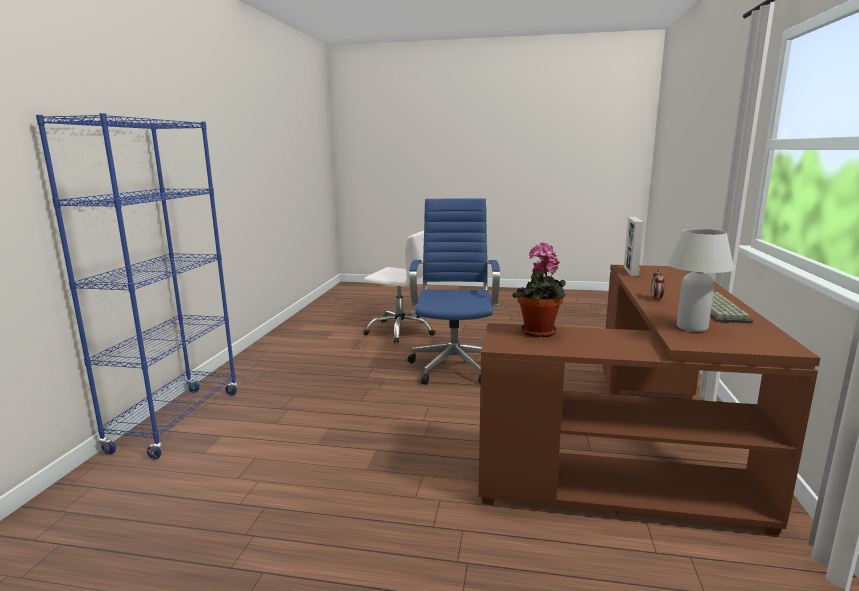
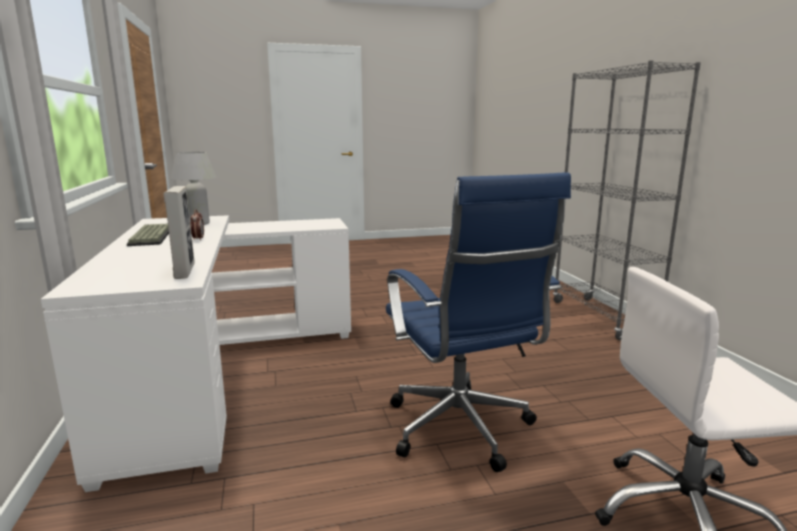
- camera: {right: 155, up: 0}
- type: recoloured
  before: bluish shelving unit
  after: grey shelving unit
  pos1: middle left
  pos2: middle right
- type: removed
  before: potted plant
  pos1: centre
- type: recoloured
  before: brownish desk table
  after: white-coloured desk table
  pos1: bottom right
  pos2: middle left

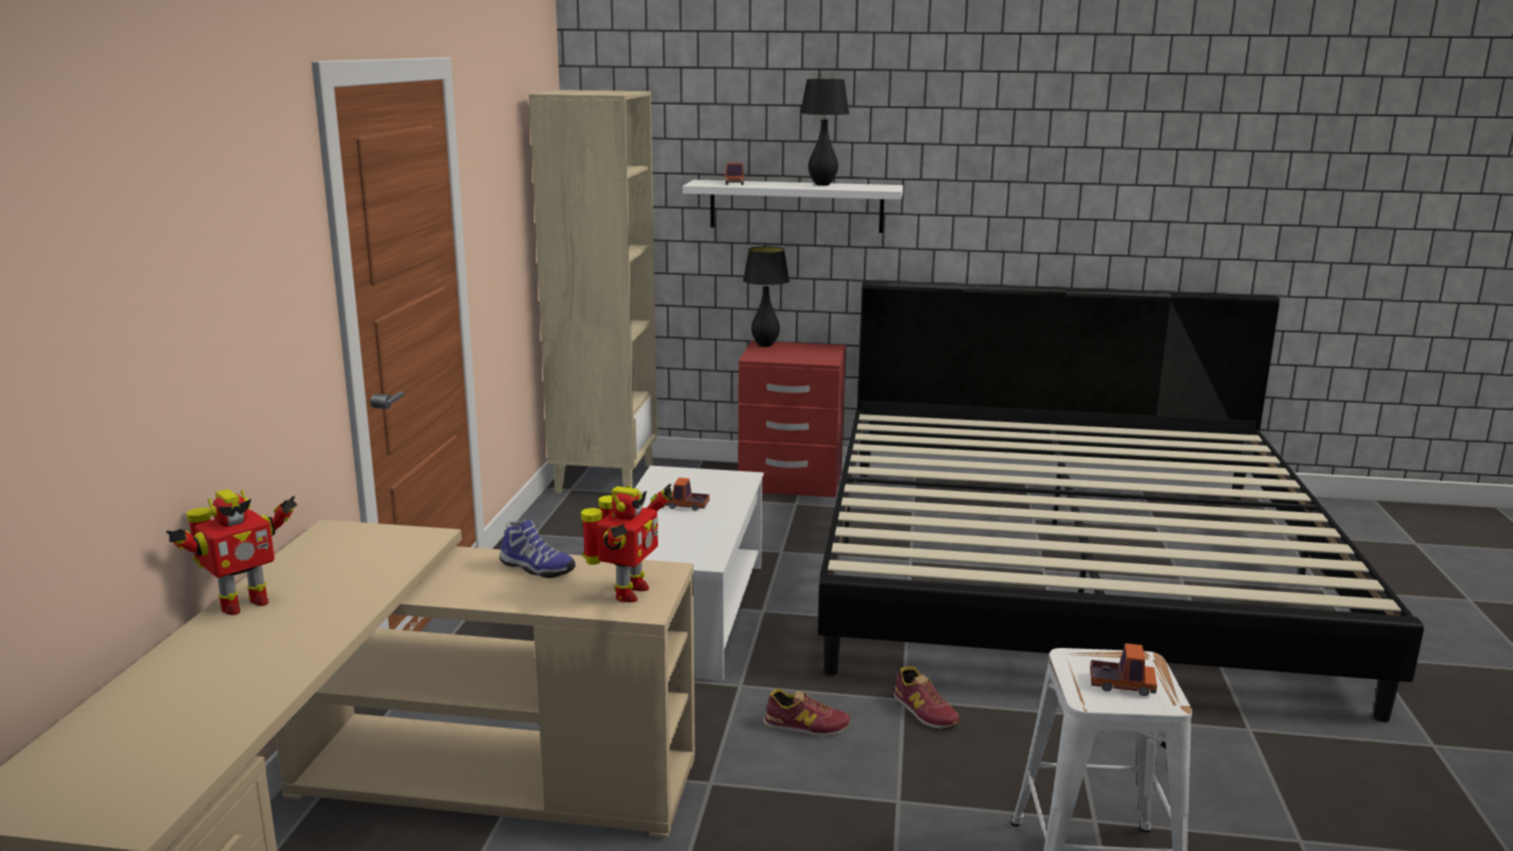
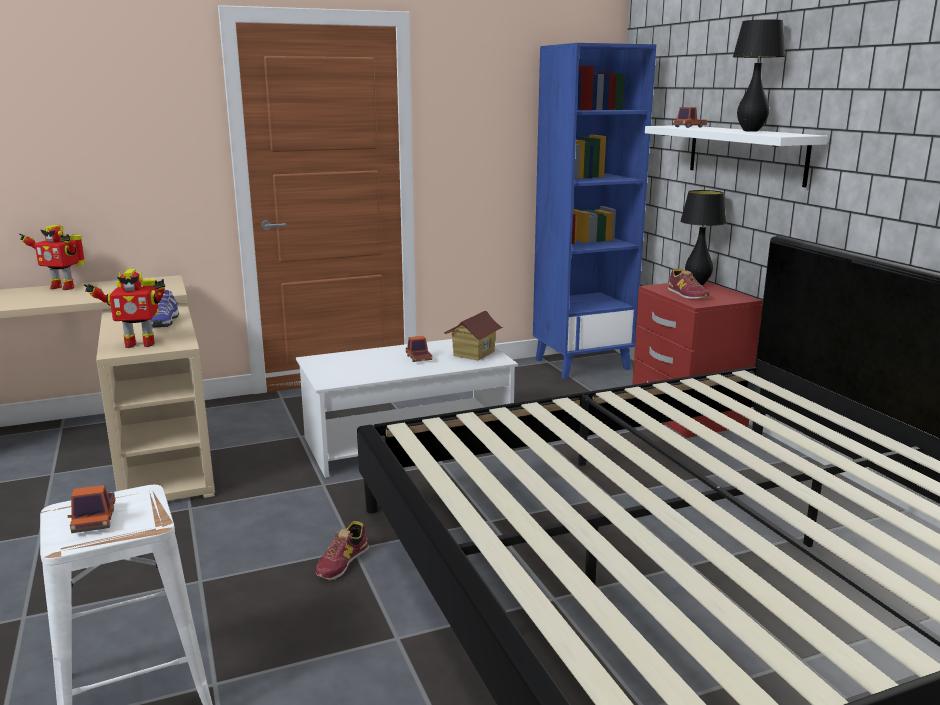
- camera: {right: 60, up: 0}
- type: recoloured
  before: sand-coloured shelving unit
  after: bluish shelving unit
  pos1: centre
  pos2: top centre
- type: moved
  before: shoe (2nd from left in the first image)
  after: shoe (3rd from left)
  pos1: bottom centre
  pos2: middle right
- type: added
  after: miniature house
  pos2: centre

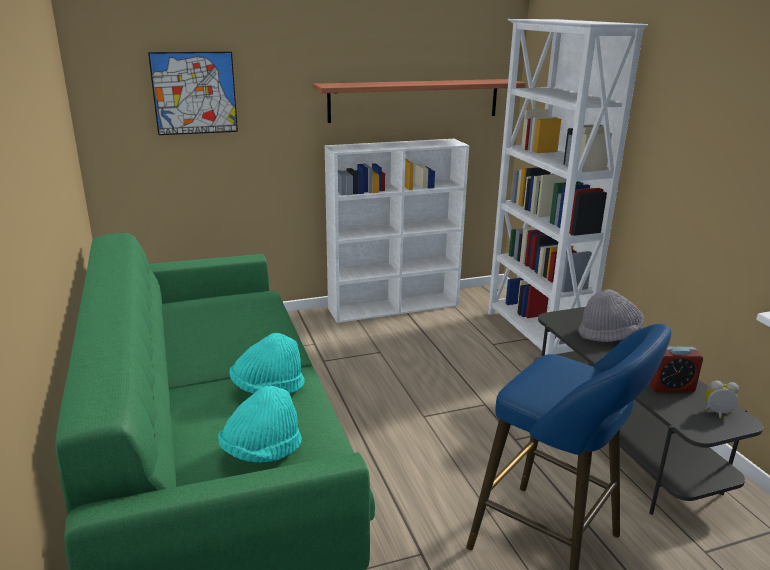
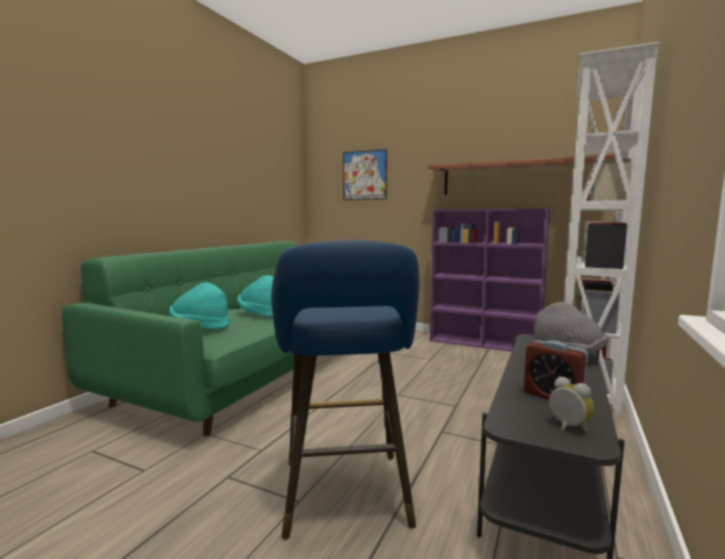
- camera: {right: 45, up: -15}
- type: recoloured
  before: white-coloured shelving unit (1st from left)
  after: purple-coloured shelving unit
  pos1: centre
  pos2: middle right

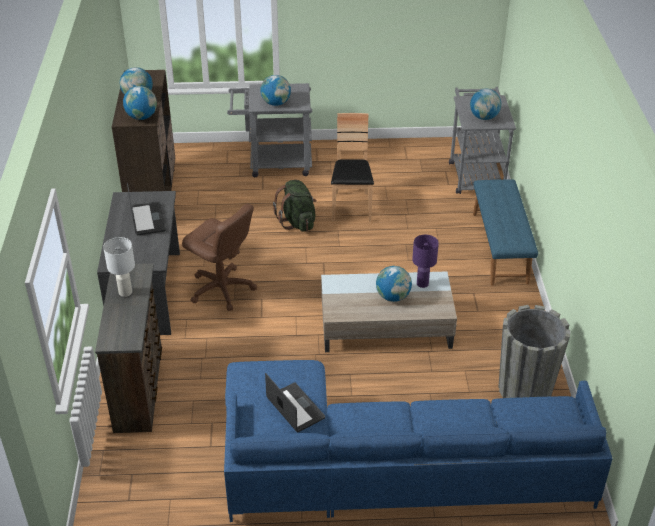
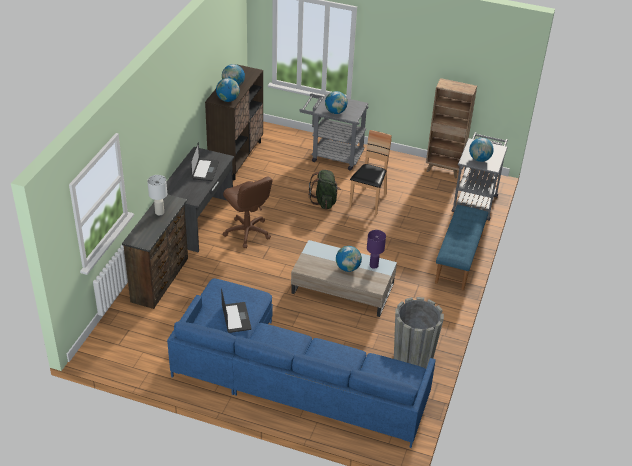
- camera: {right: 20, up: 0}
- type: added
  after: brownish shelving unit
  pos2: top right

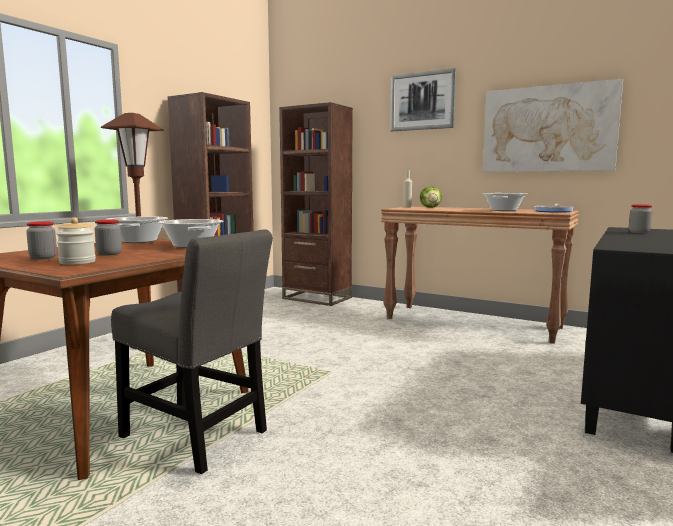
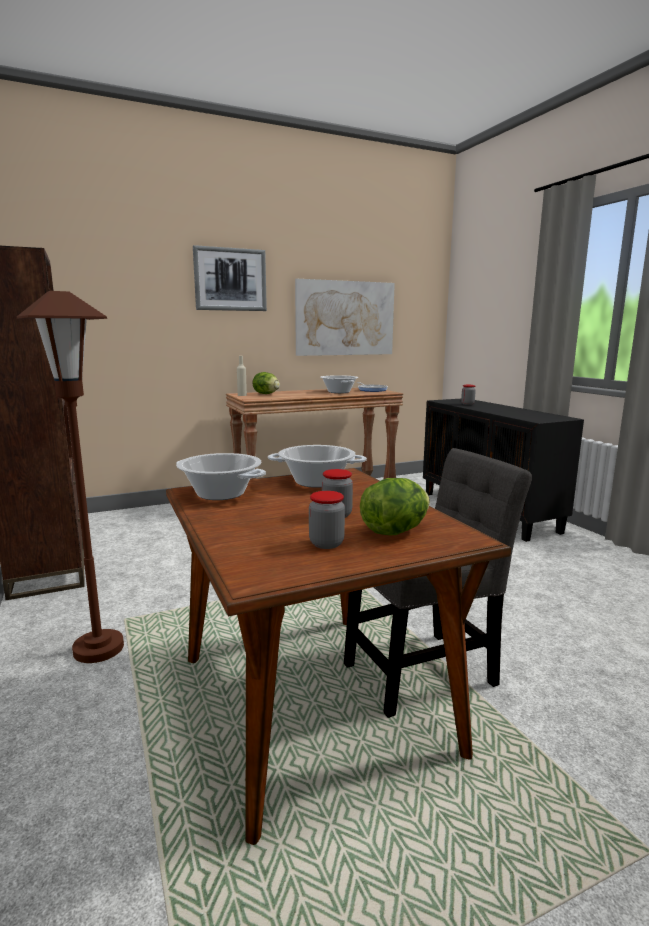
- camera: {right: -55, up: 5}
- type: removed
  before: brownish shelving unit (2nd from left)
  pos1: centre
- type: replaced
  before: jar (2nd from left)
  after: lettuce head (2nd from left)
  pos1: middle left
  pos2: centre

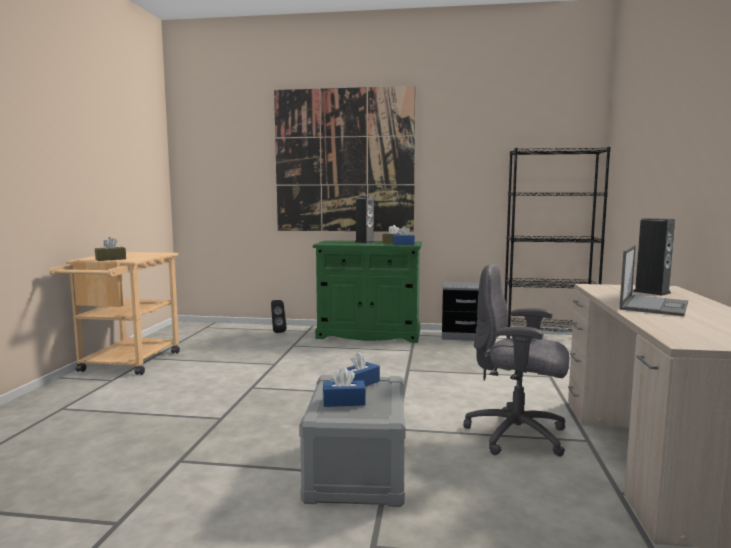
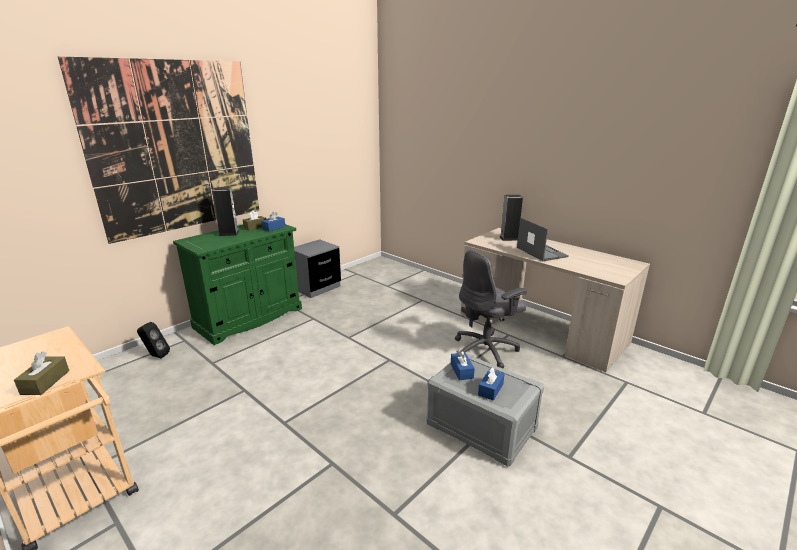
- camera: {right: -55, up: 15}
- type: removed
  before: black-coloured shelving unit
  pos1: middle right

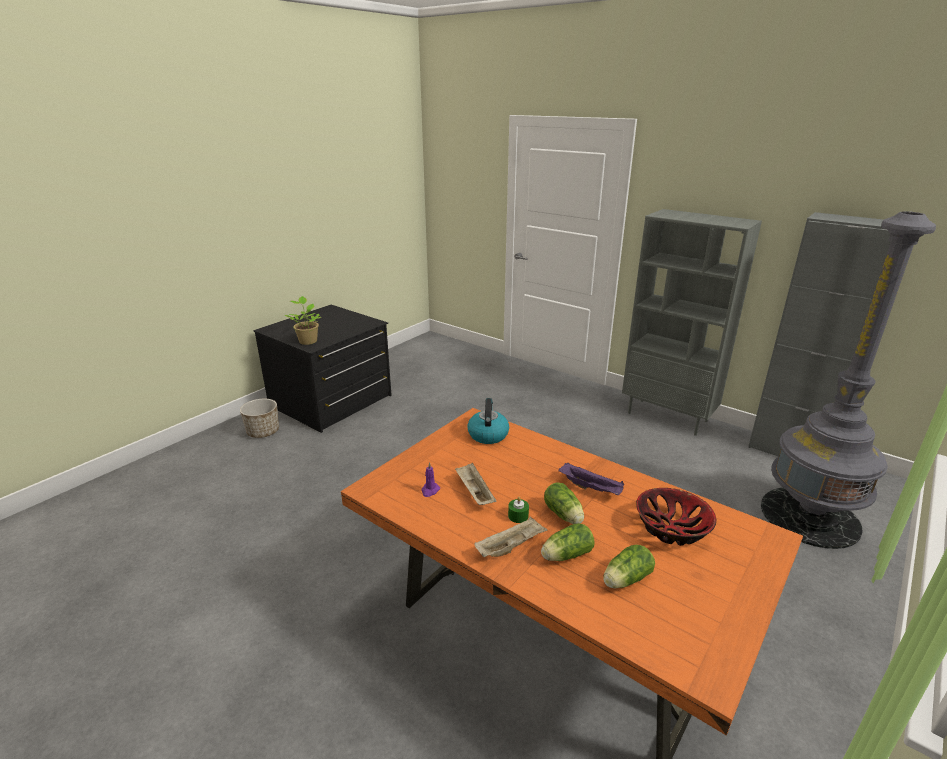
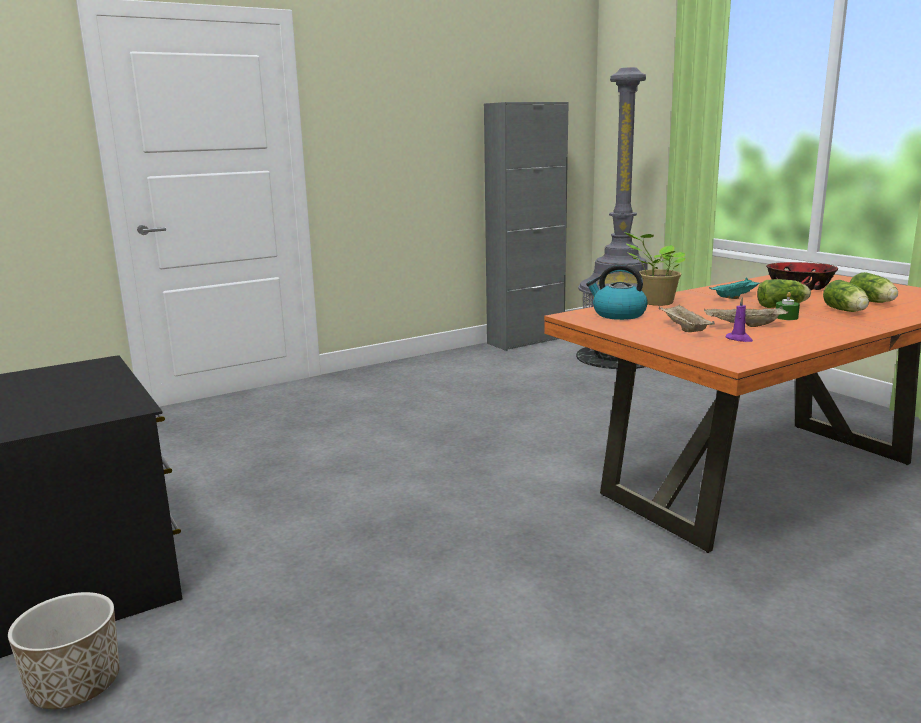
- camera: {right: -70, up: -10}
- type: removed
  before: grey shelving unit
  pos1: middle right
- type: moved
  before: potted plant
  pos1: middle left
  pos2: middle right
- type: recoloured
  before: purple-coloured carrying tray
  after: turquoise-coloured carrying tray
  pos1: centre
  pos2: middle right
- type: moved
  before: sand-coloured carrying tray (2nd from left in the first image)
  after: sand-coloured carrying tray (1st from left)
  pos1: bottom centre
  pos2: middle right

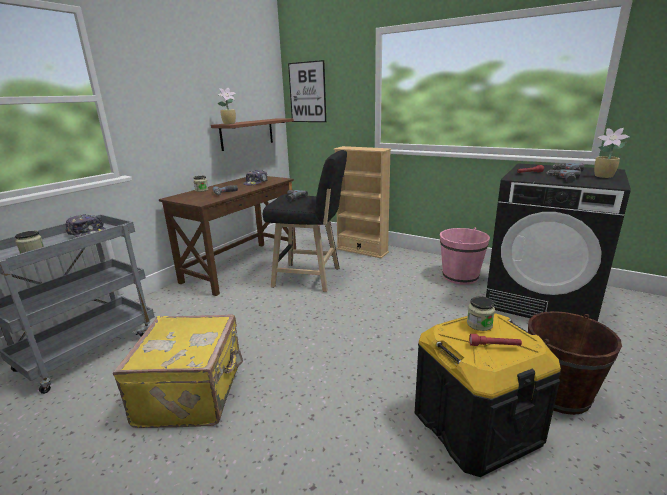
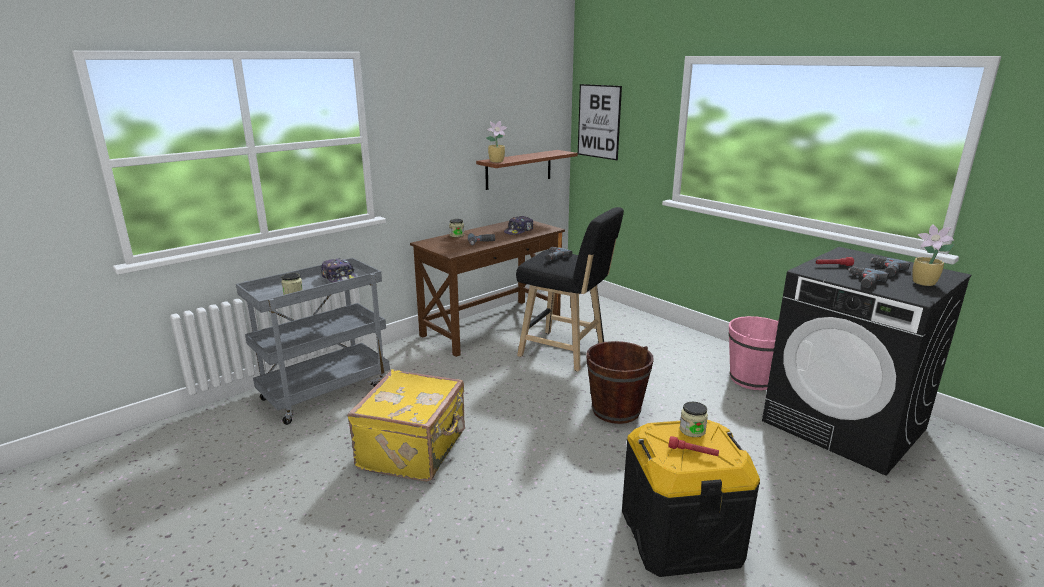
- camera: {right: 15, up: 0}
- type: removed
  before: sand-coloured shelving unit
  pos1: centre
- type: moved
  before: brownish pail
  pos1: bottom right
  pos2: centre

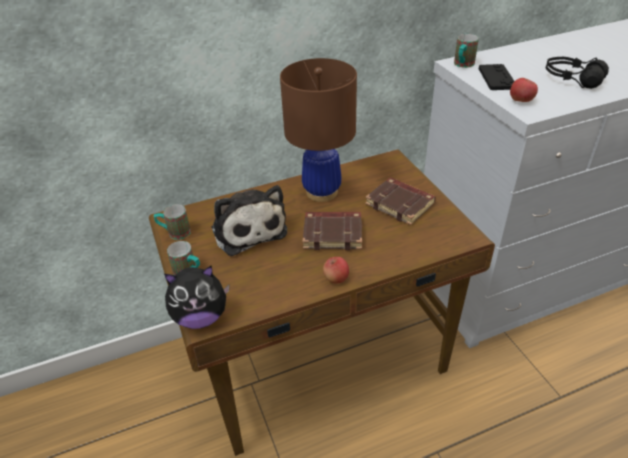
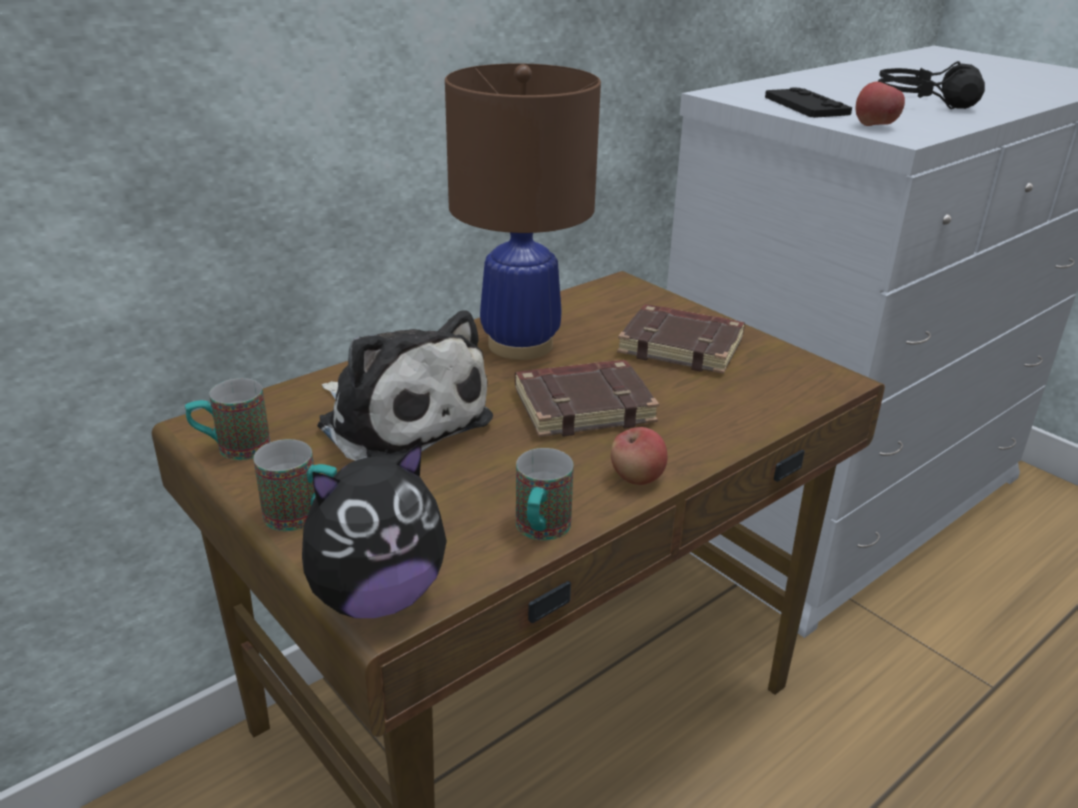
- camera: {right: -20, up: -10}
- type: moved
  before: coffee mug (3rd from left)
  pos1: top right
  pos2: centre

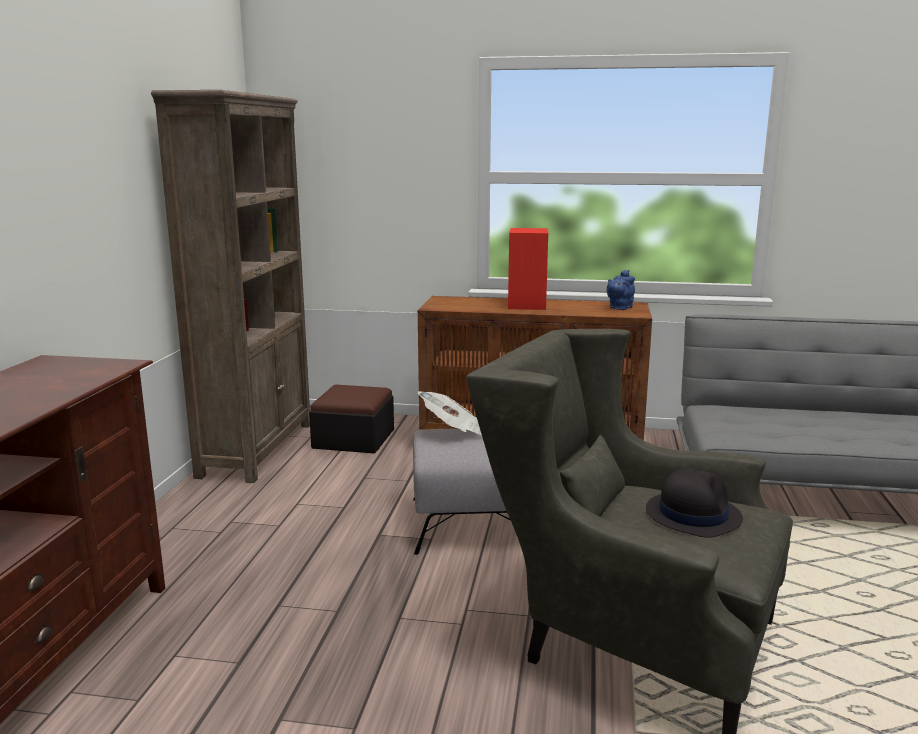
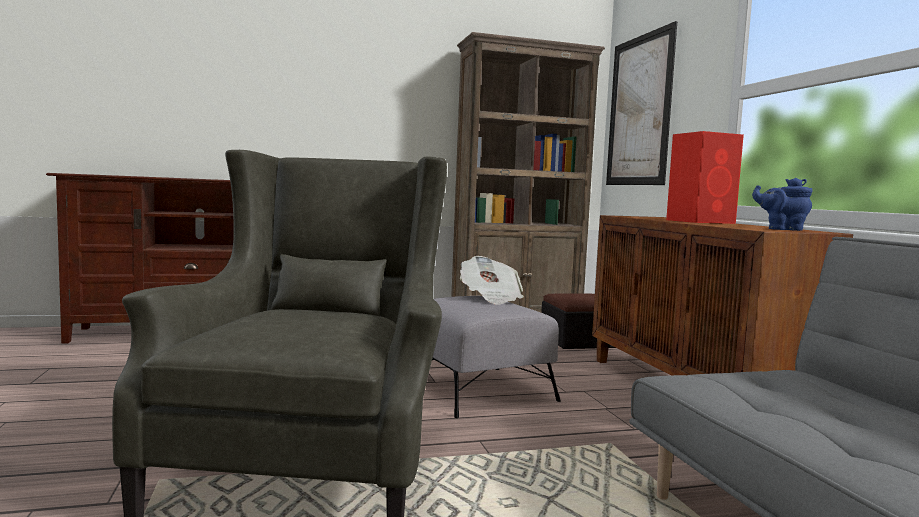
- camera: {right: 65, up: -10}
- type: removed
  before: black-coloured clothing hat
  pos1: bottom right
- type: added
  after: picture
  pos2: top right

